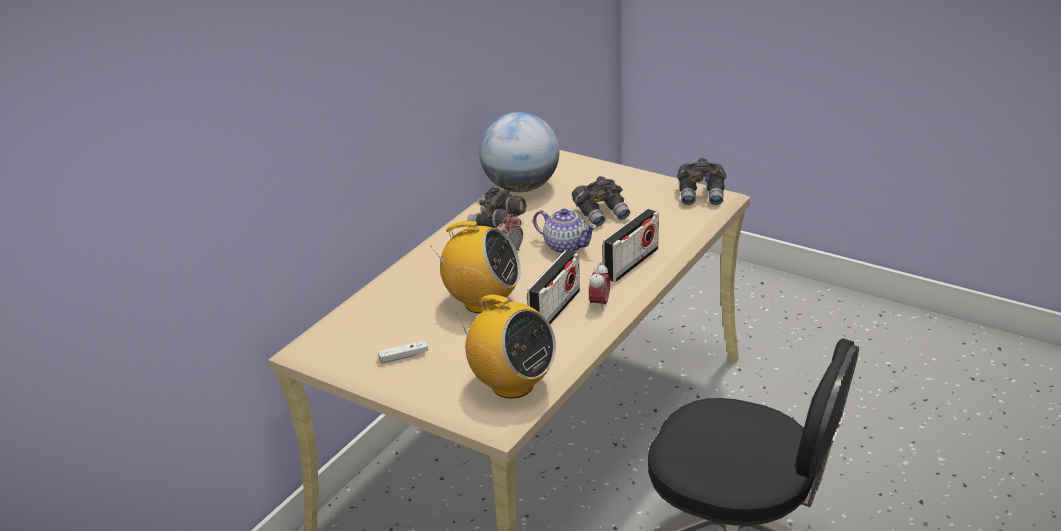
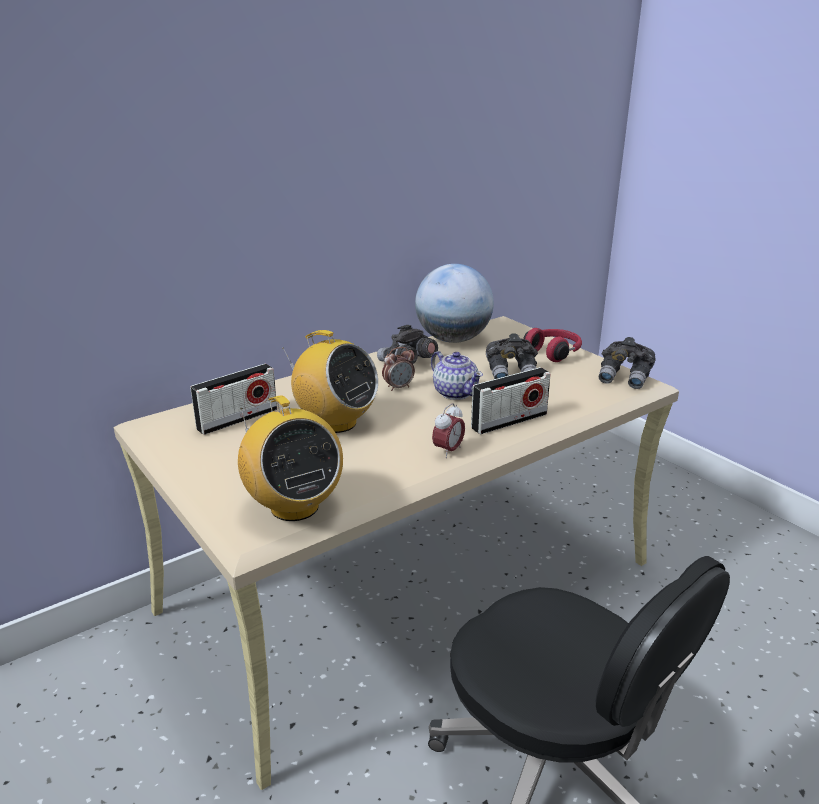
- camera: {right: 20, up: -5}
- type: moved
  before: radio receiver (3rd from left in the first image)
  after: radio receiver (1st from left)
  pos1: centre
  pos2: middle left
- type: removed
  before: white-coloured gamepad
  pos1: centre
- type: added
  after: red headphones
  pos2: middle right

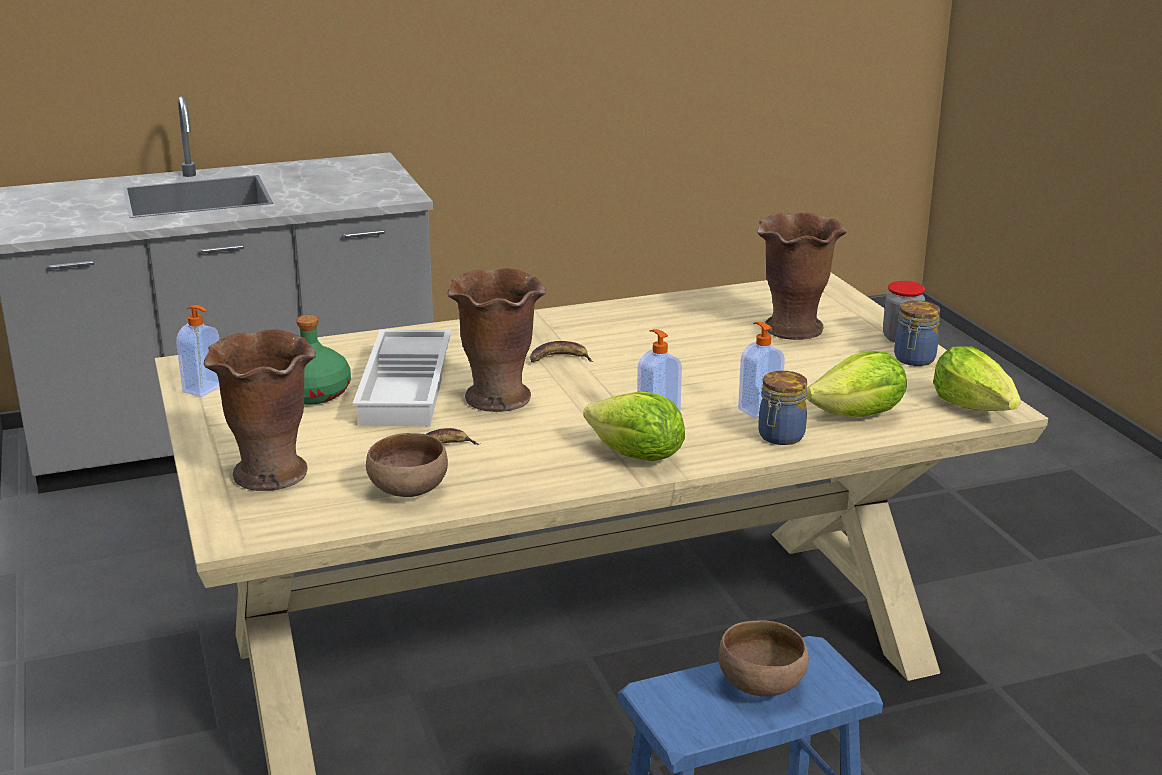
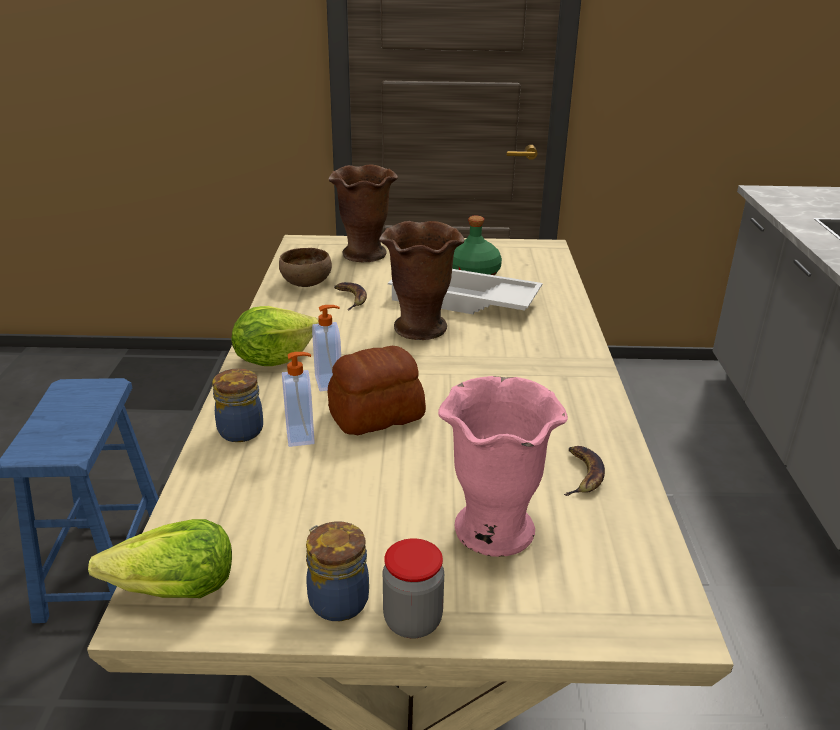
- camera: {right: 110, up: 5}
- type: recoloured
  before: brownish decorative vase (3rd from left)
  after: pink decorative vase
  pos1: middle right
  pos2: centre
- type: removed
  before: soap bottle (1st from left)
  pos1: middle left
- type: moved
  before: whole banana (2nd from left)
  pos1: centre
  pos2: middle right
- type: removed
  before: lettuce head (2nd from left)
  pos1: middle right
- type: removed
  before: brownish deep dish (2nd from left)
  pos1: bottom centre
- type: added
  after: bread
  pos2: centre

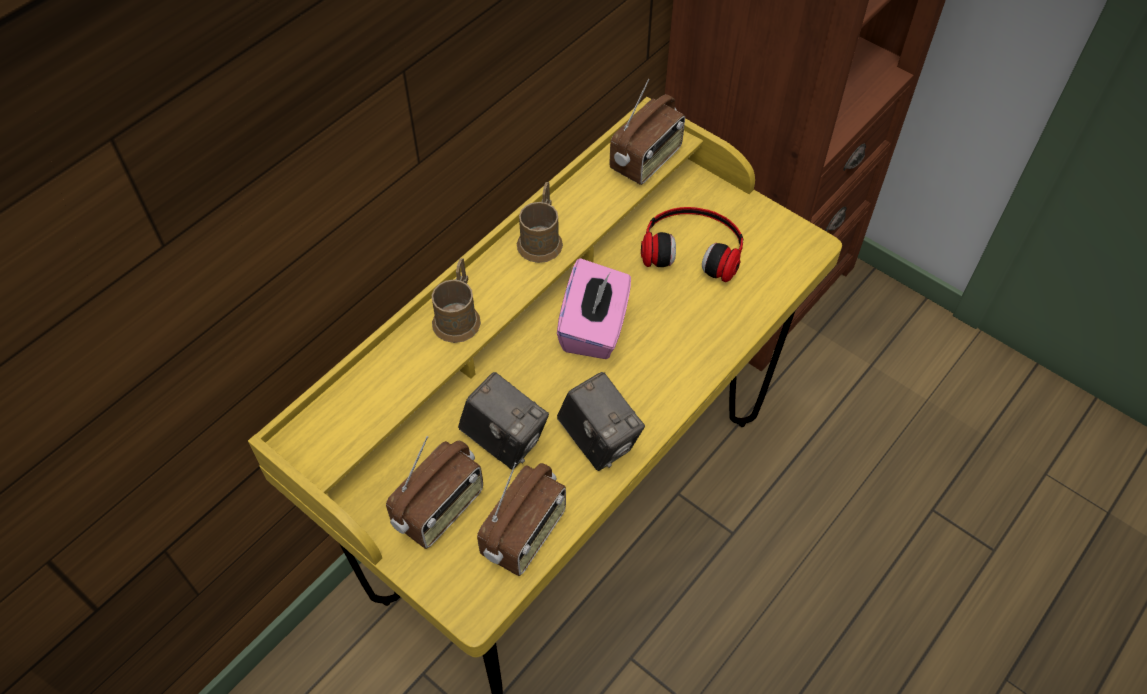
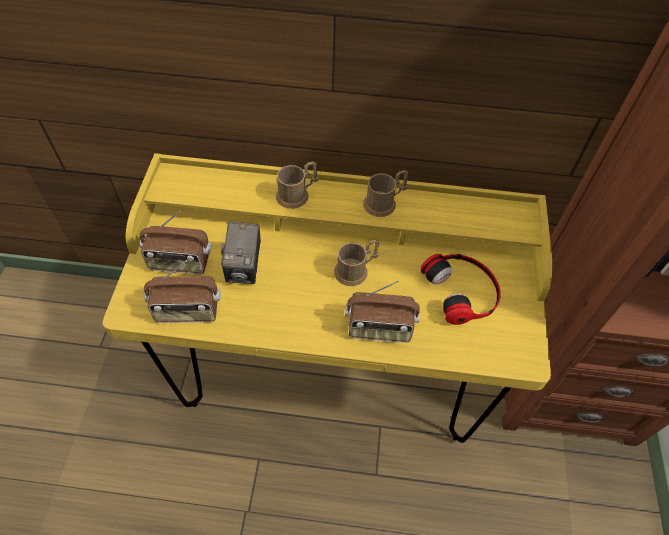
- camera: {right: 55, up: 0}
- type: moved
  before: radio receiver (3rd from left)
  pos1: top centre
  pos2: centre
- type: replaced
  before: pink box of tissues
  after: brownish coffee mug (2nd from left)
  pos1: centre
  pos2: centre
- type: removed
  before: still camera (2nd from left)
  pos1: centre

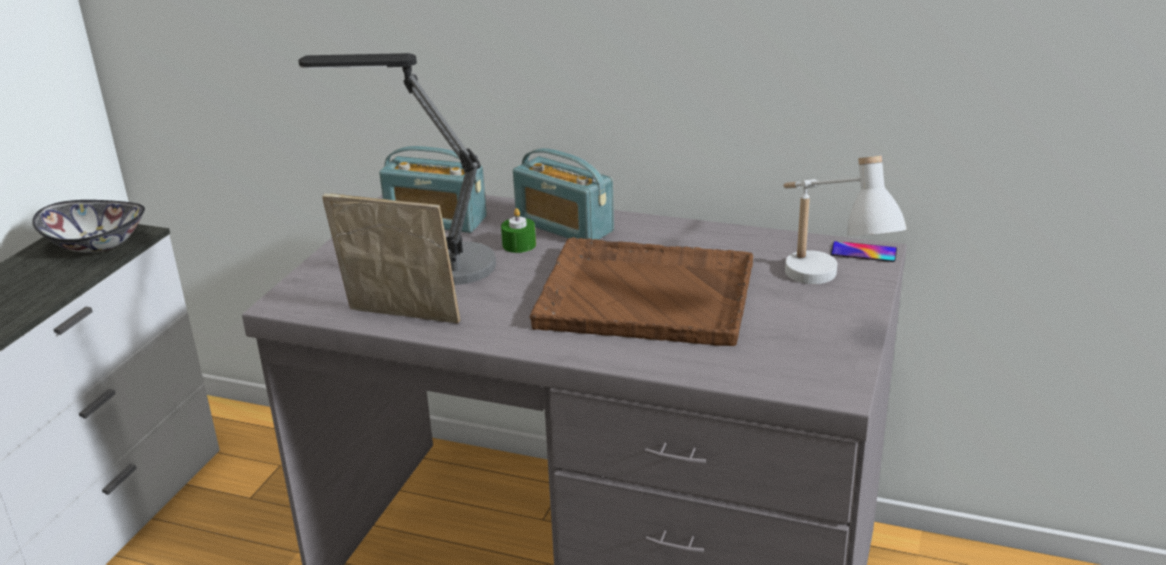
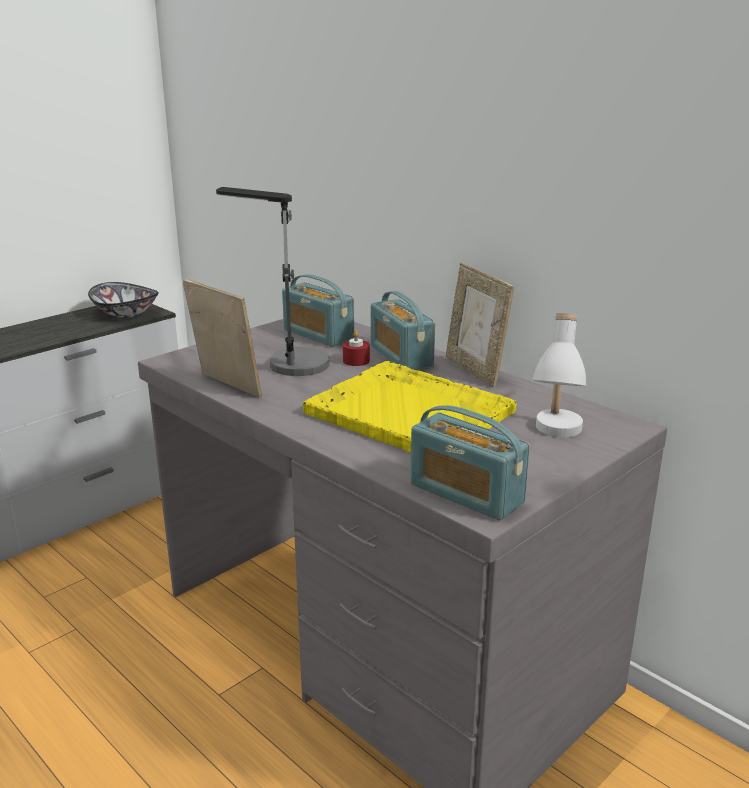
- camera: {right: 25, up: -5}
- type: recoloured
  before: green-coloured candle
  after: red candle
  pos1: centre
  pos2: centre
- type: recoloured
  before: brownish carrying tray
  after: yellowish carrying tray
  pos1: centre
  pos2: centre
- type: removed
  before: handset
  pos1: middle right
- type: added
  after: photo frame (2nd from left)
  pos2: centre
- type: added
  after: radio receiver (3rd from left)
  pos2: centre

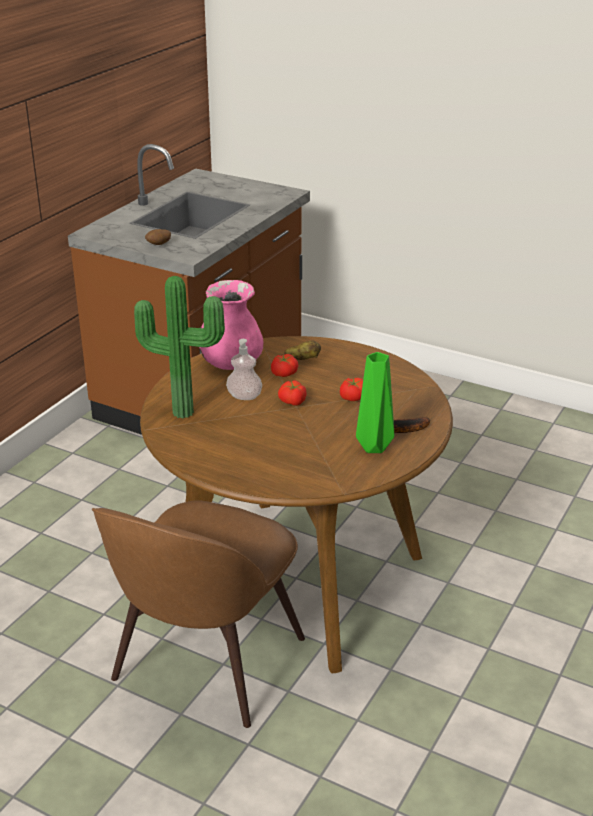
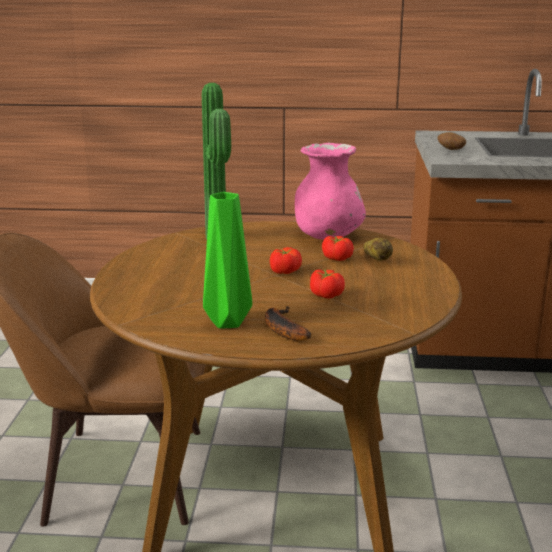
- camera: {right: 65, up: -10}
- type: removed
  before: soap bottle
  pos1: centre

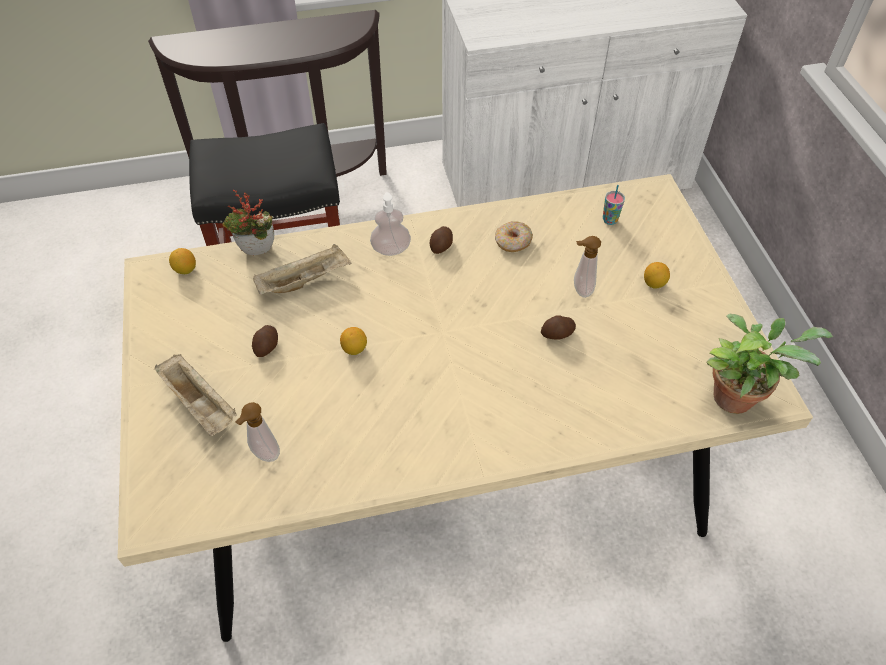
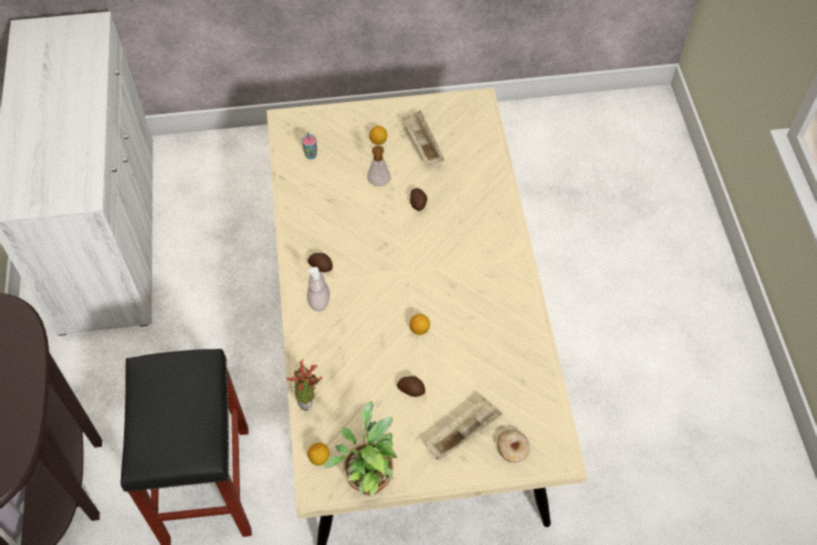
- camera: {right: -85, up: 5}
- type: moved
  before: donut
  pos1: centre
  pos2: bottom centre
- type: moved
  before: sand-coloured carrying tray (2nd from left in the first image)
  after: sand-coloured carrying tray (1st from left)
  pos1: centre
  pos2: top centre
- type: moved
  before: potted plant (2nd from left)
  pos1: middle right
  pos2: bottom centre
- type: removed
  before: soap bottle (1st from left)
  pos1: middle left

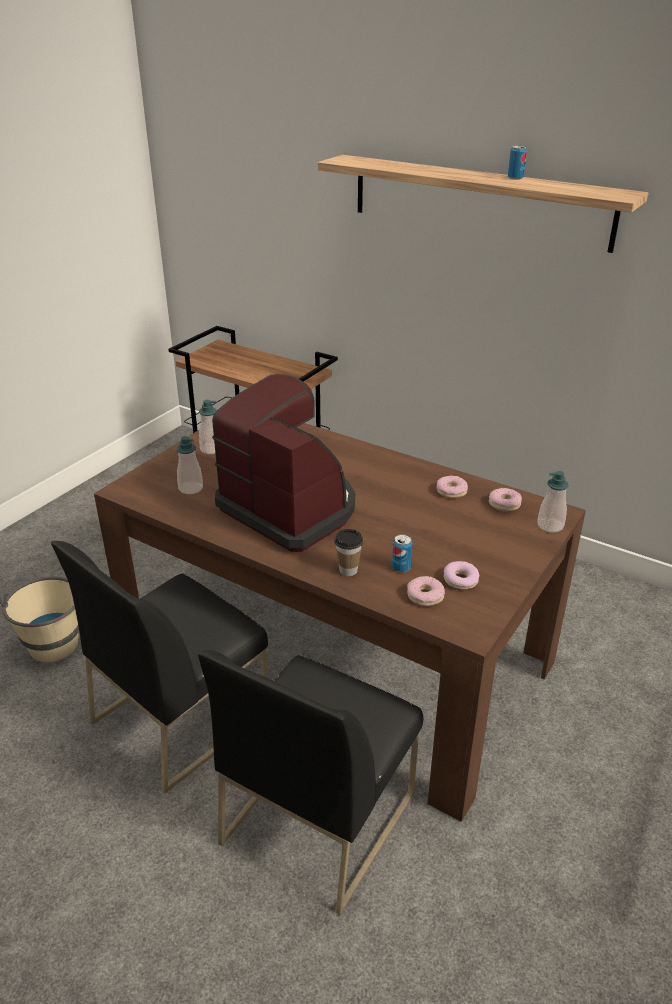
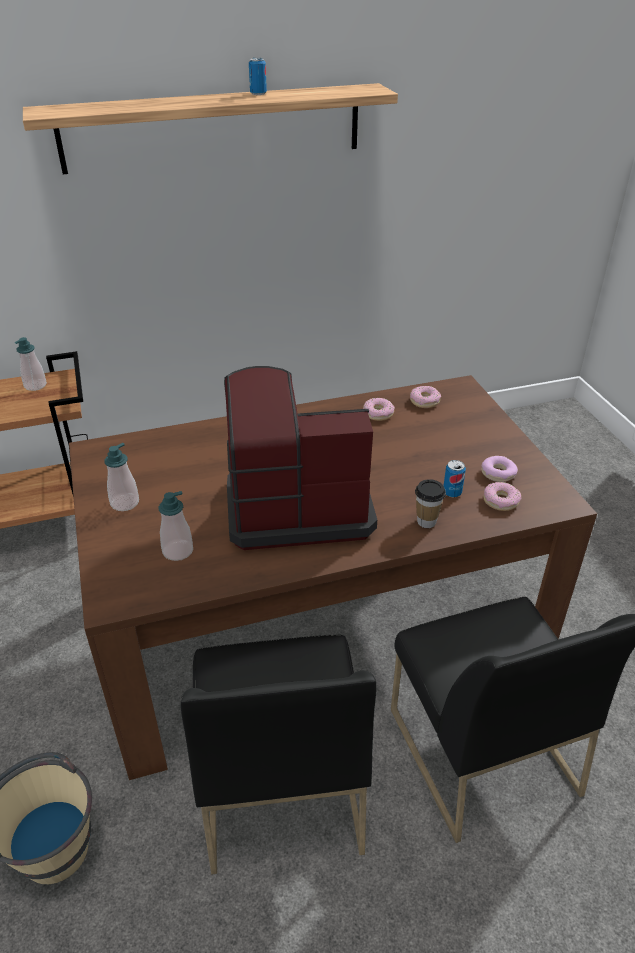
- camera: {right: -50, up: 5}
- type: moved
  before: soap bottle (3rd from left in the first image)
  after: soap bottle (1st from left)
  pos1: middle right
  pos2: middle left

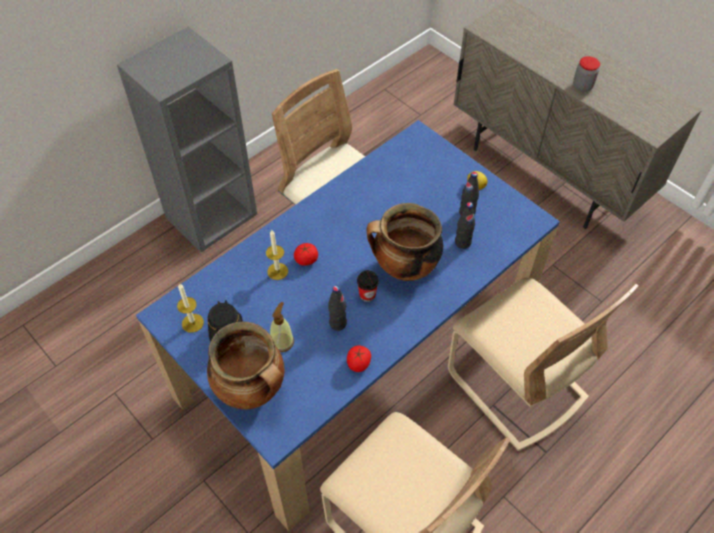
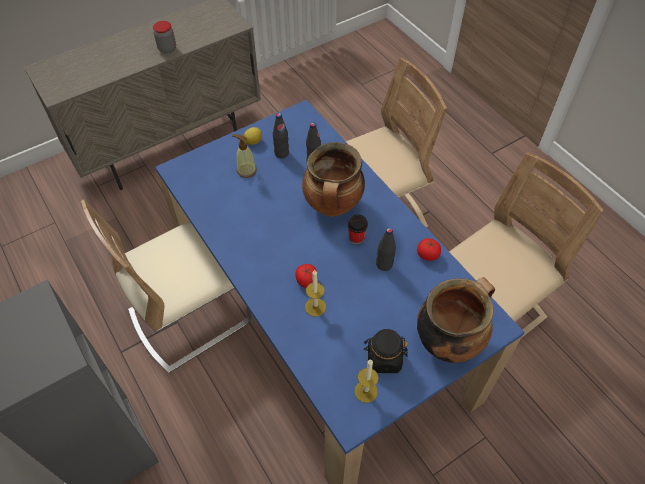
- camera: {right: -80, up: 0}
- type: moved
  before: soap bottle
  pos1: centre
  pos2: top centre

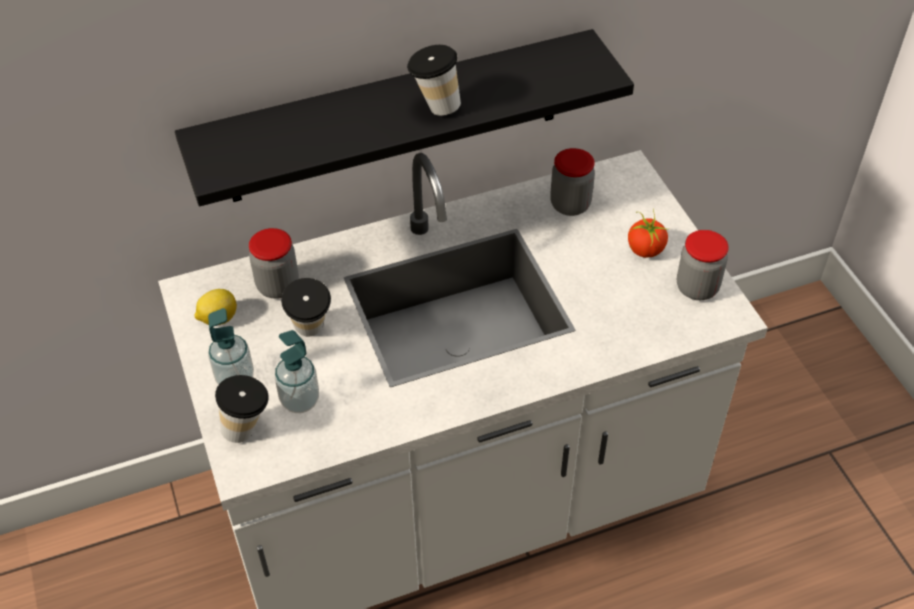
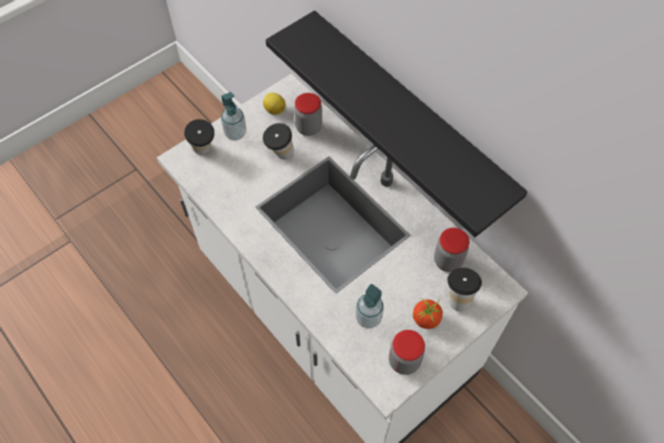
- camera: {right: 70, up: 10}
- type: moved
  before: cup (3rd from left)
  pos1: top centre
  pos2: middle right
- type: moved
  before: soap bottle (2nd from left)
  pos1: middle left
  pos2: bottom centre

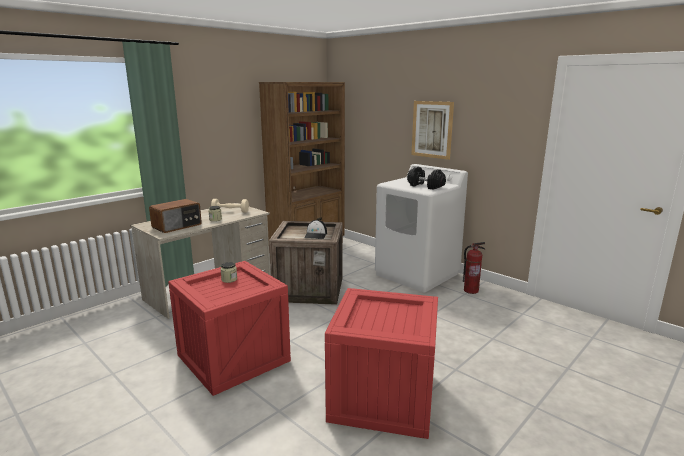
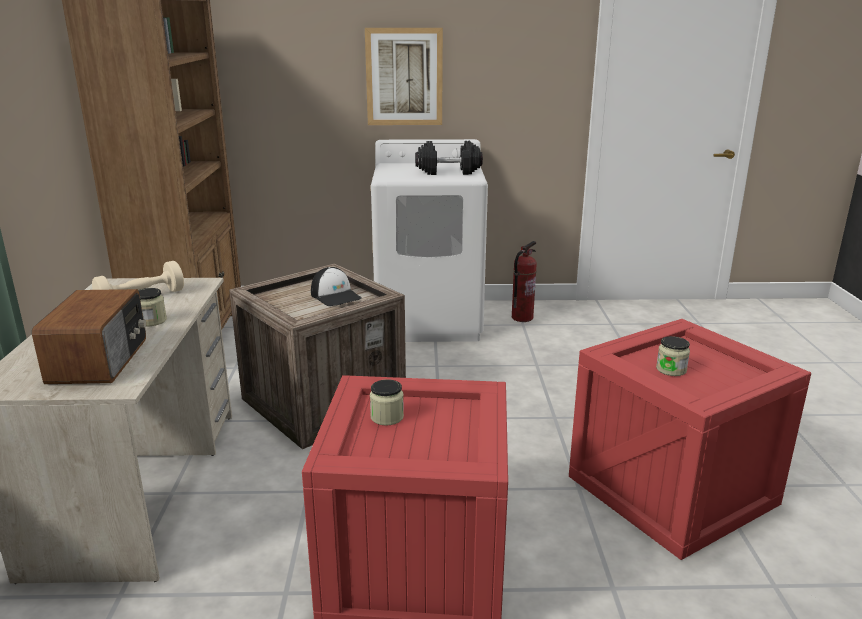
- camera: {right: -45, up: 5}
- type: added
  after: jar (3rd from left)
  pos2: middle right

